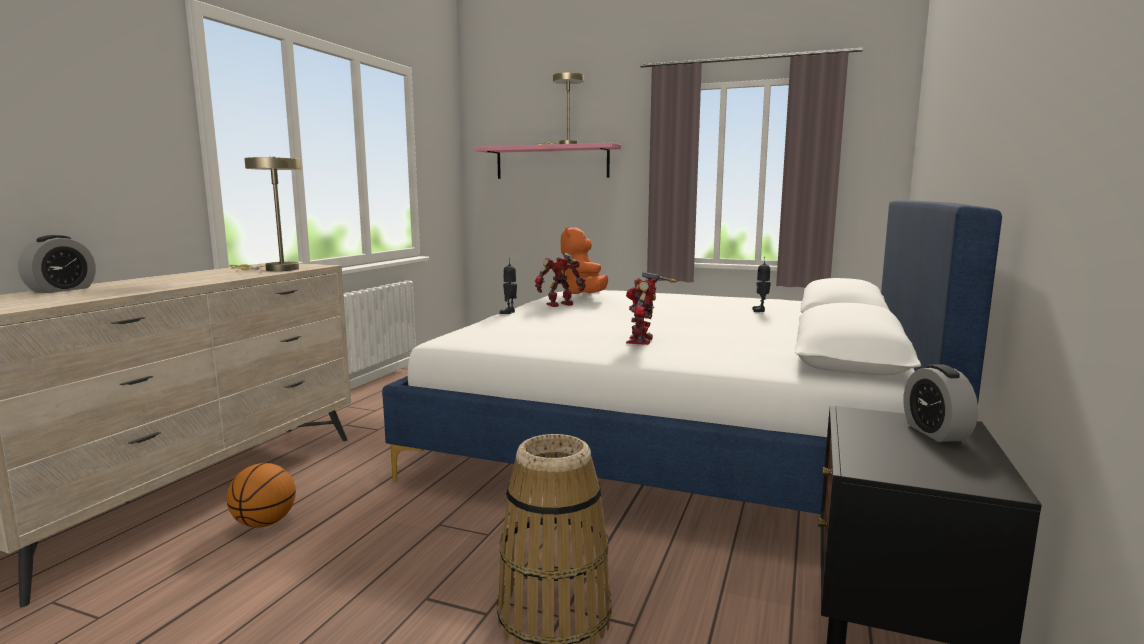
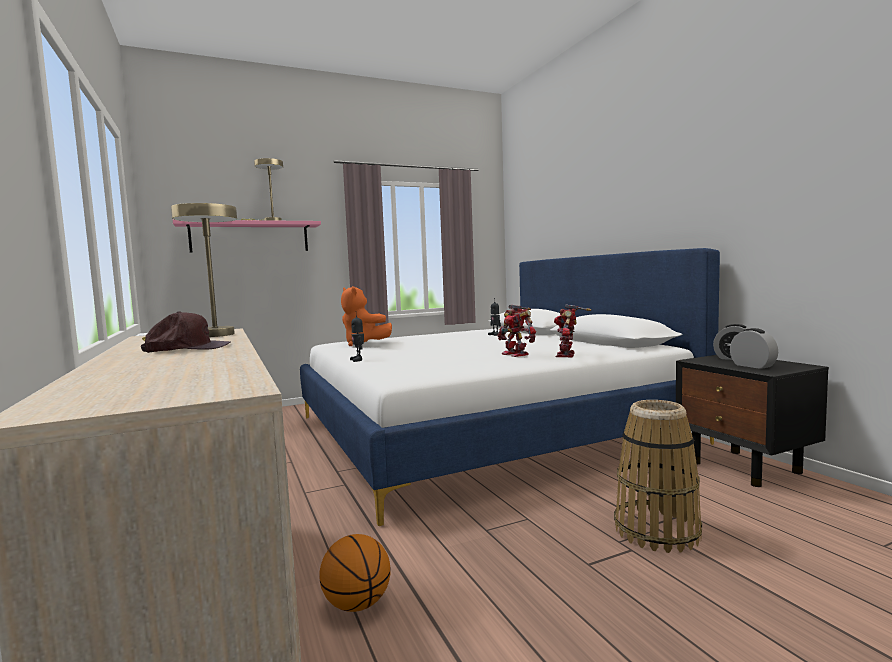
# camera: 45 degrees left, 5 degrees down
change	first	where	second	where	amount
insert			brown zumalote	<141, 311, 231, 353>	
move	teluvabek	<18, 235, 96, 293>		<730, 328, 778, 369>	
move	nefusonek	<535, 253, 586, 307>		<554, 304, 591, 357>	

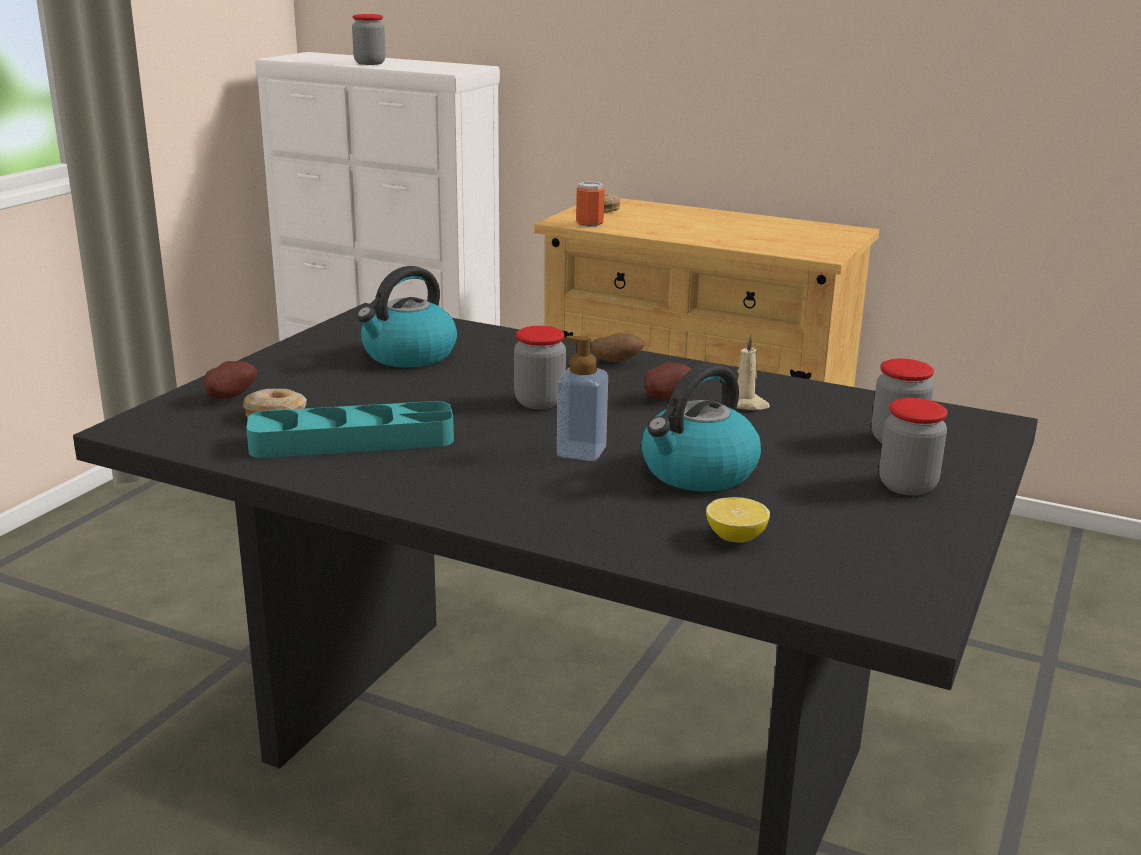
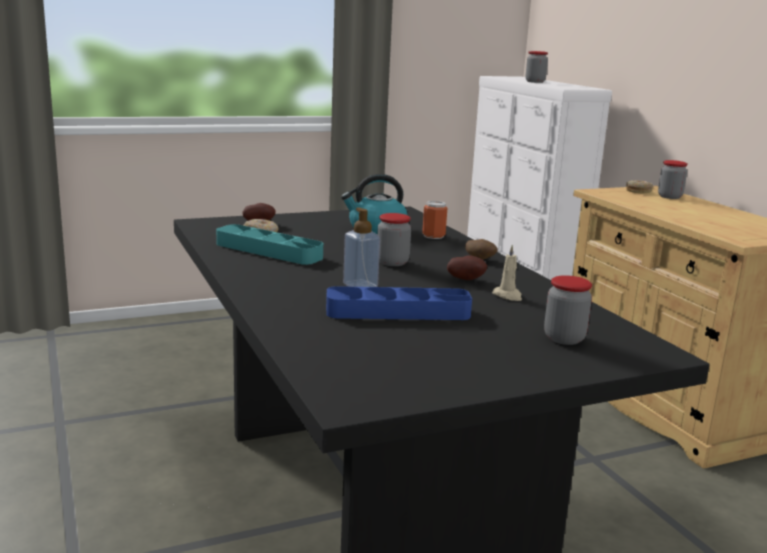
# camera: 40 degrees right, 5 degrees down
change	first	where	second	where	amount
delete	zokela	<706, 497, 770, 543>			
move	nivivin	<576, 182, 604, 227>		<422, 201, 447, 239>	
move	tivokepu	<879, 398, 948, 496>		<658, 160, 688, 199>	
replace	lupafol	<641, 363, 761, 491>	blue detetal	<326, 286, 472, 320>	

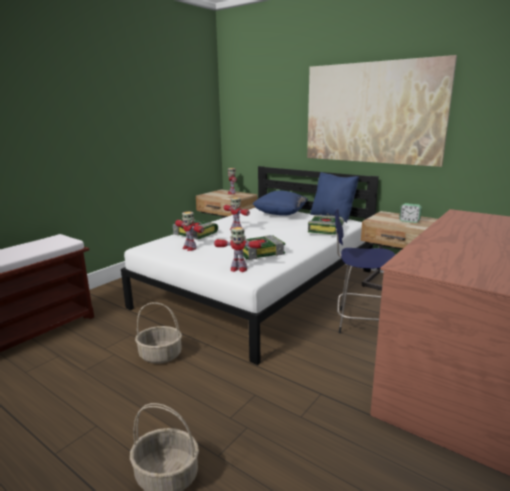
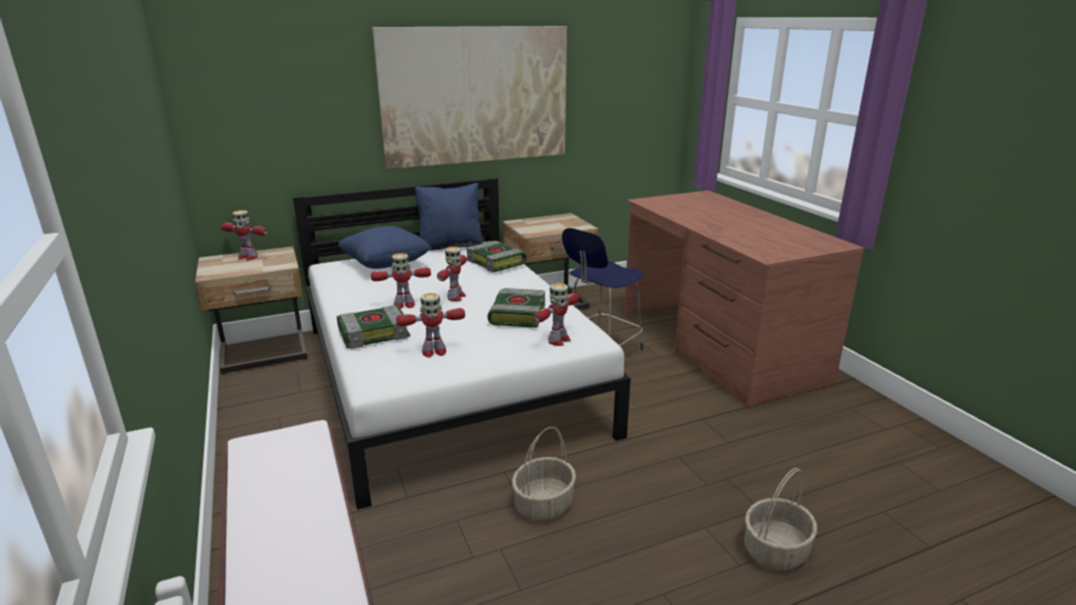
# camera: 60 degrees left, 5 degrees up
change	first	where	second	where	amount
delete	teluvabek	<399, 203, 422, 223>			
insert			nefusonek	<437, 247, 467, 301>	

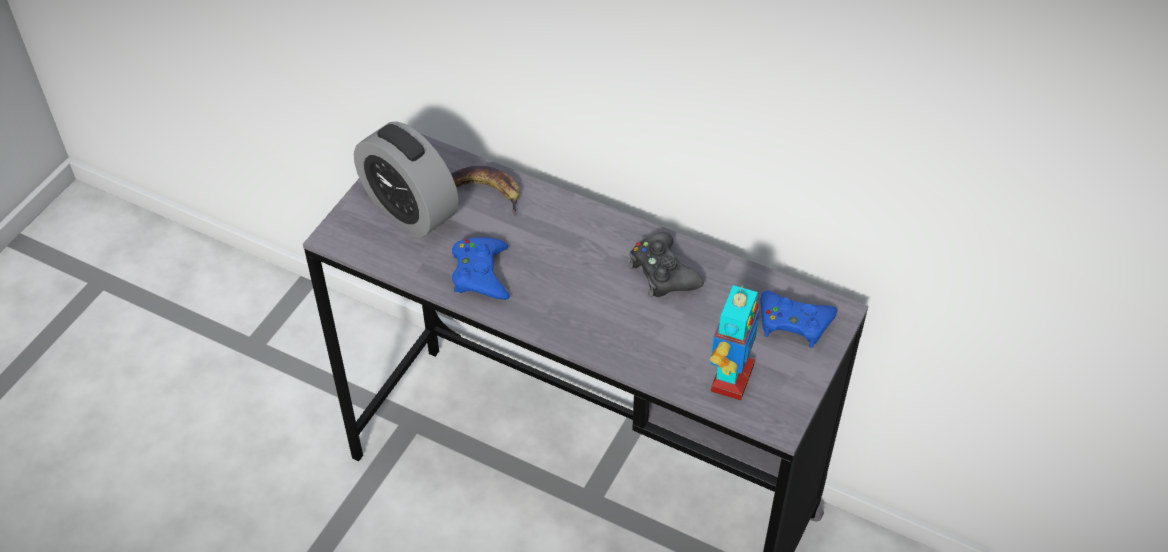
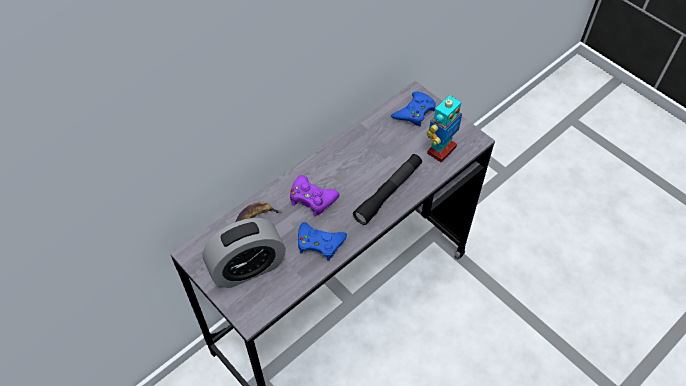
# camera: 70 degrees left, 5 degrees up
change	first	where	second	where	amount
delete	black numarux	<628, 232, 704, 297>			
insert			purple numarux	<290, 175, 339, 216>	
insert			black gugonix	<353, 154, 422, 225>	
rotate	nefusonek	<710, 285, 760, 401>		<427, 95, 462, 162>	90 degrees clockwise

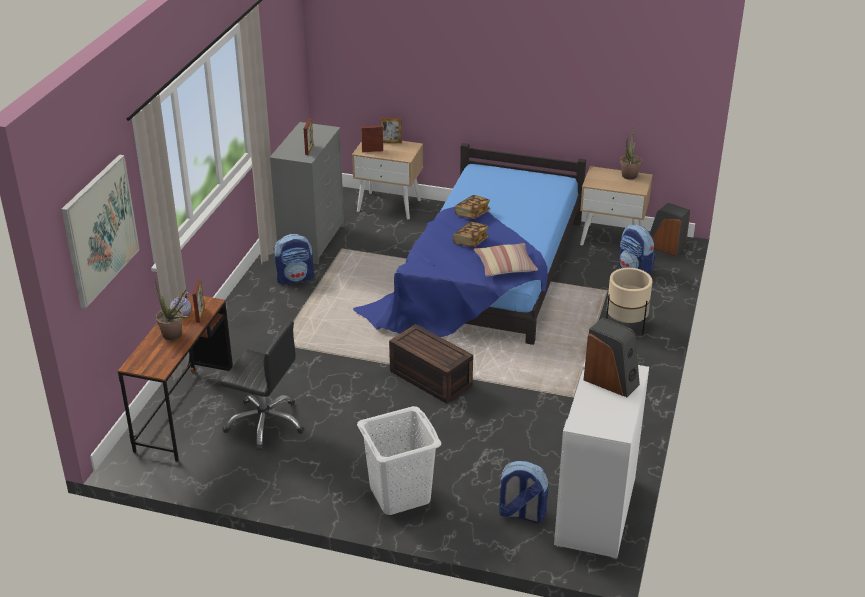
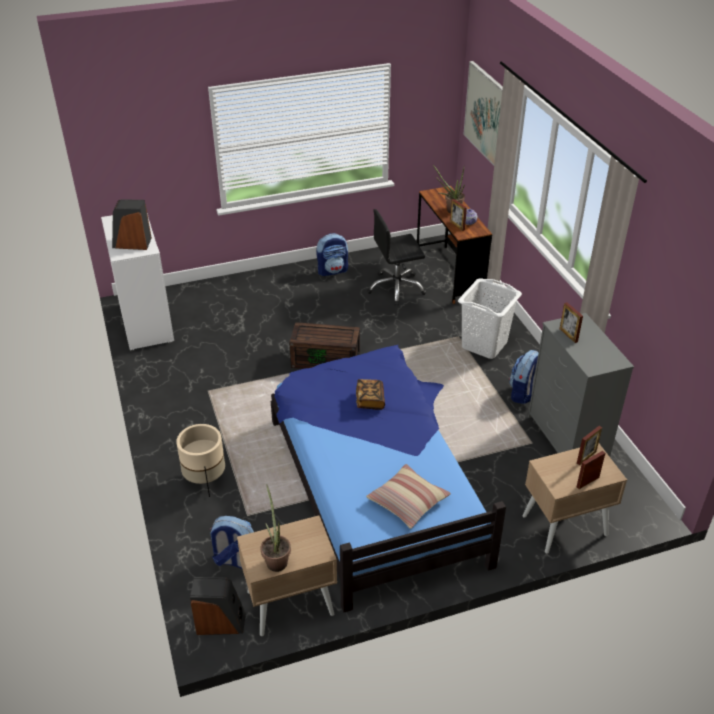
# camera: 145 degrees right, 5 degrees up
change	first	where	second	where	amount
delete	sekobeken	<455, 195, 490, 219>			
move	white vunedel	<357, 406, 441, 515>		<458, 279, 522, 359>	
move	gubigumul	<474, 243, 538, 276>		<366, 464, 451, 529>	
move	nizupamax	<499, 461, 548, 523>		<316, 233, 348, 276>	

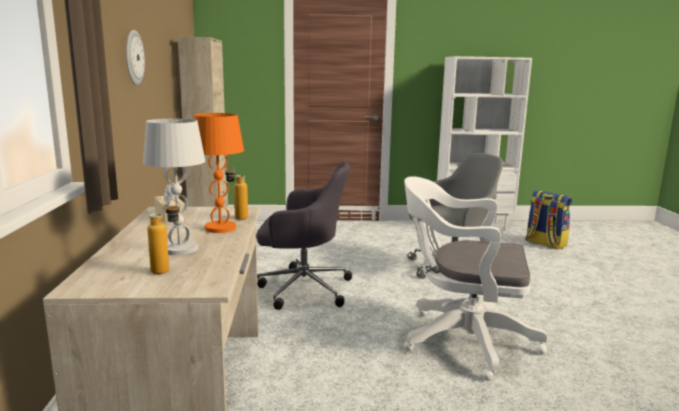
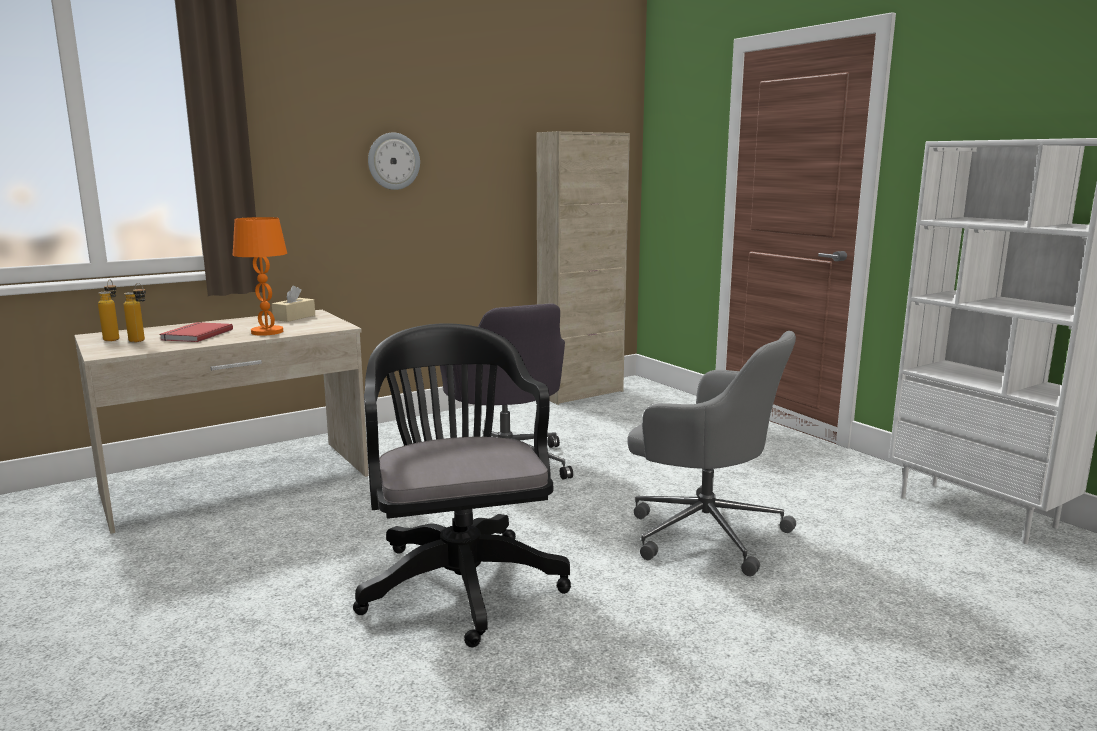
# camera: 60 degrees right, 0 degrees up
change	first	where	second	where	amount
delete	nizupamax	<525, 190, 572, 249>			
move	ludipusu	<225, 165, 248, 220>		<98, 279, 119, 341>	
replace	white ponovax	<143, 119, 205, 255>	red sekobeken	<159, 322, 233, 342>	
recolor	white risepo	<404, 176, 547, 381>	black risepo	<353, 323, 571, 647>	

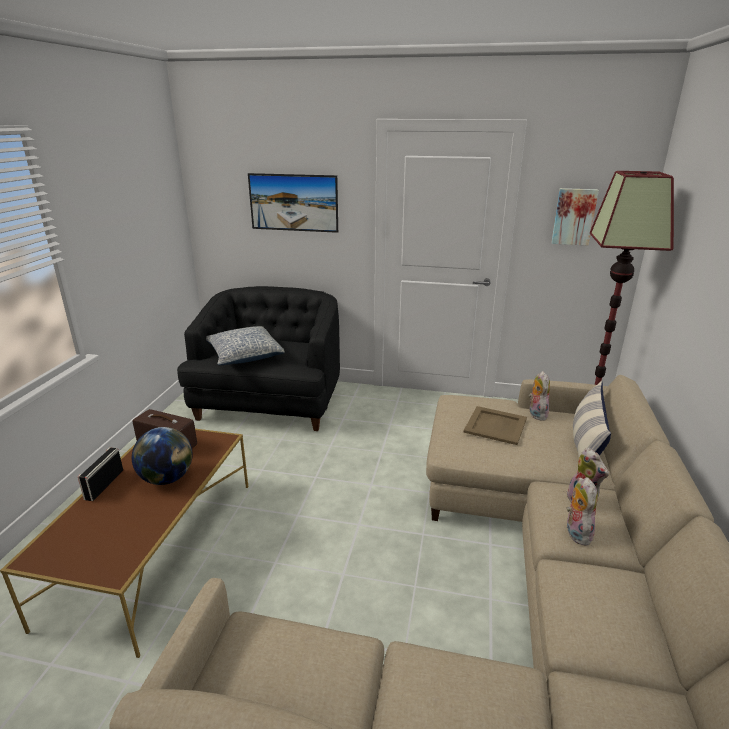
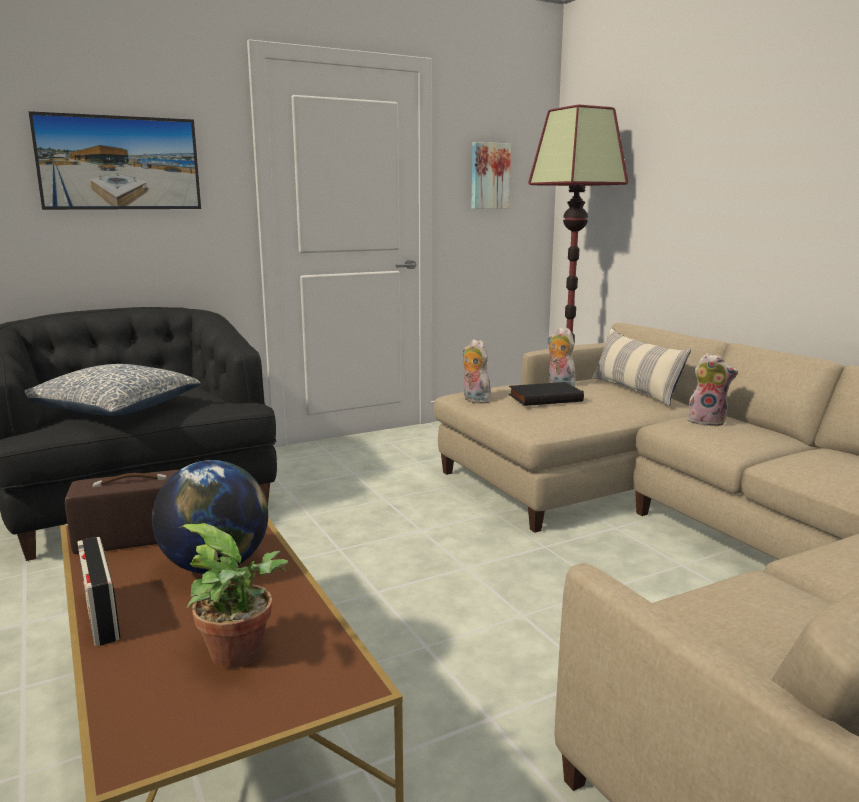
# camera: 40 degrees left, 10 degrees down
change	first	where	second	where	amount
insert			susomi	<179, 523, 288, 669>	
move	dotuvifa	<566, 477, 598, 546>		<462, 339, 491, 404>	
replace	beige detetal	<464, 406, 527, 445>	black sekobeken	<509, 382, 584, 406>	

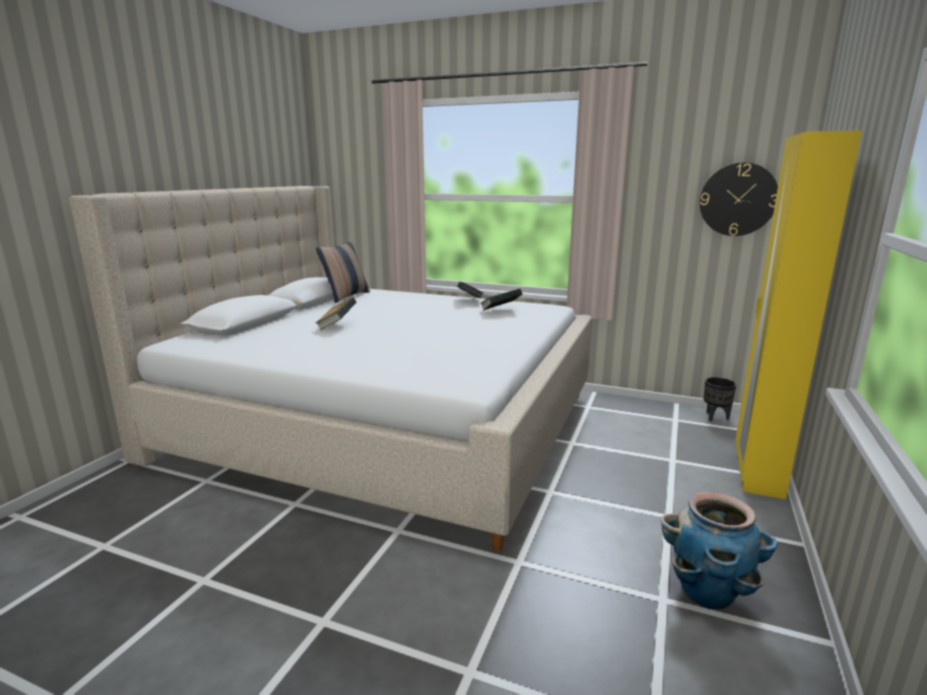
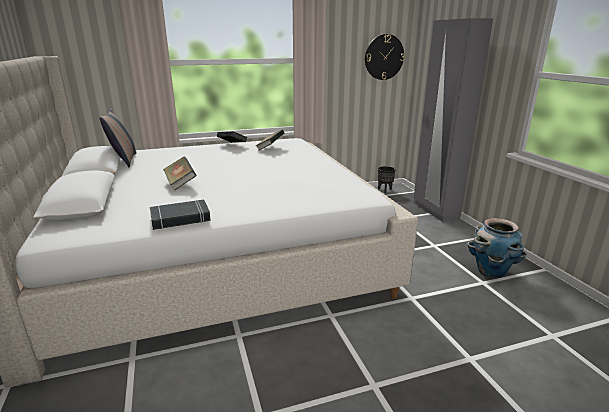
# camera: 40 degrees left, 5 degrees up
change	first	where	second	where	amount
insert			black sekobeken	<150, 200, 211, 230>	
recolor	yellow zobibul	<735, 130, 862, 499>	grey zobibul	<414, 18, 493, 222>	

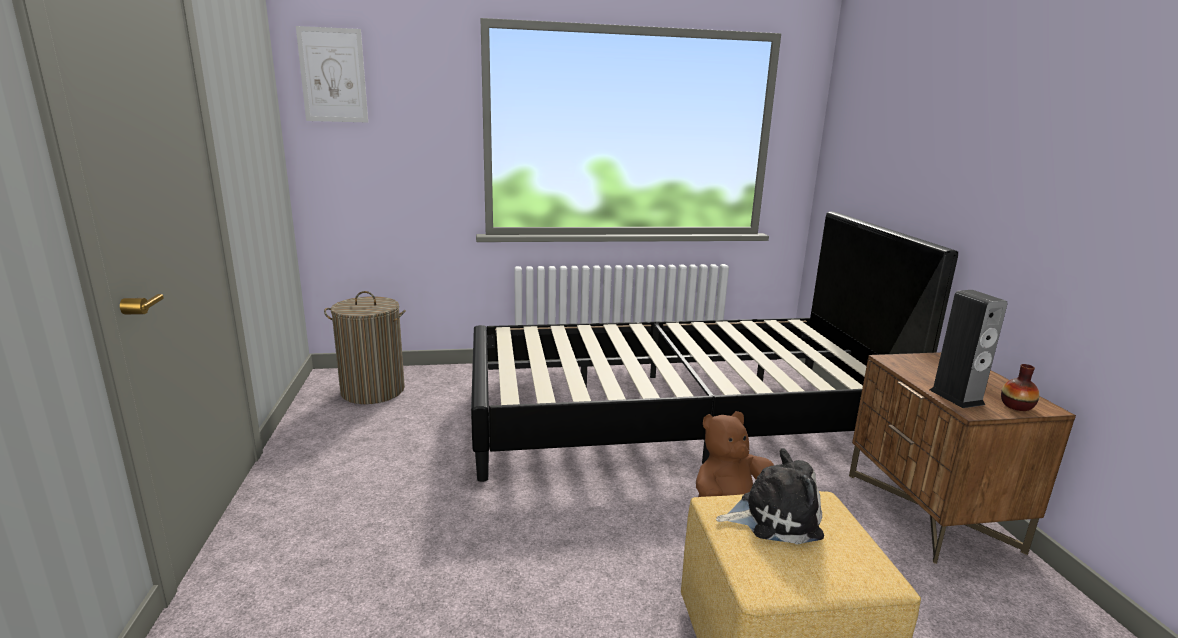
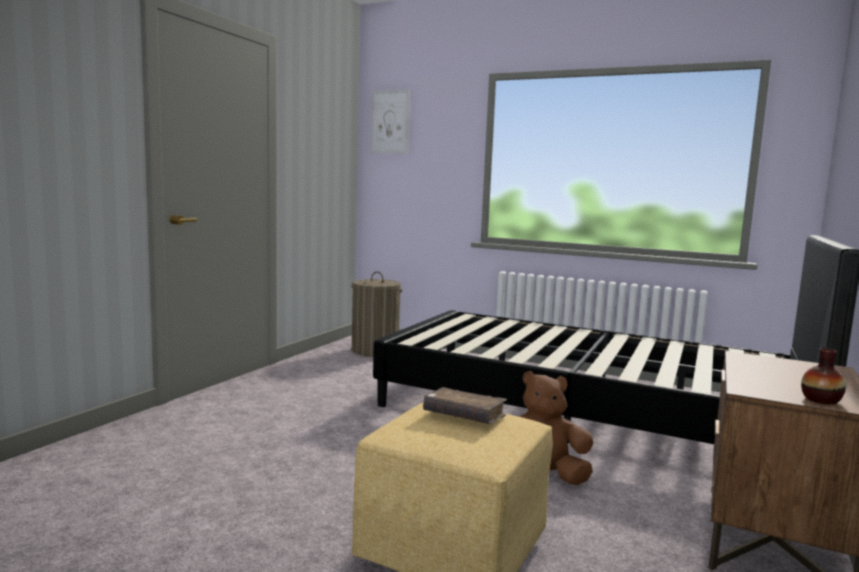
# camera: 35 degrees right, 10 degrees down
change	first	where	second	where	amount
delete	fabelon	<930, 290, 1008, 408>			
replace	dotuvifa	<716, 448, 824, 545>	brown sekobeken	<423, 387, 507, 424>	

